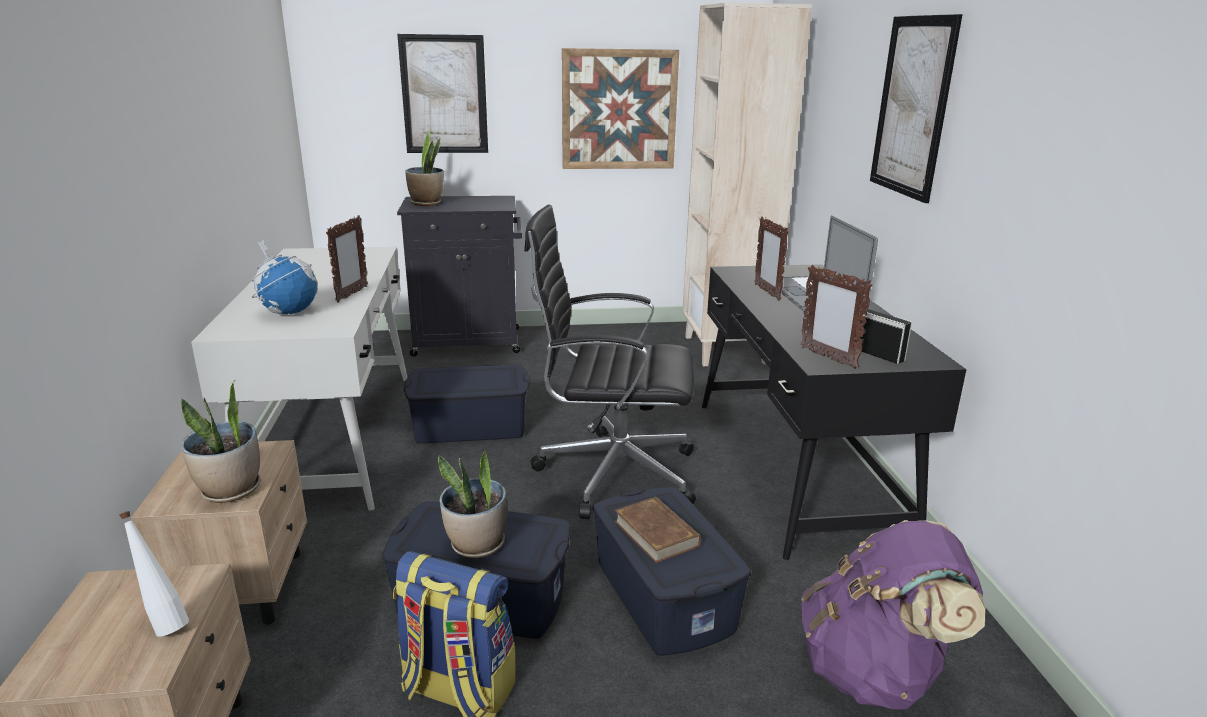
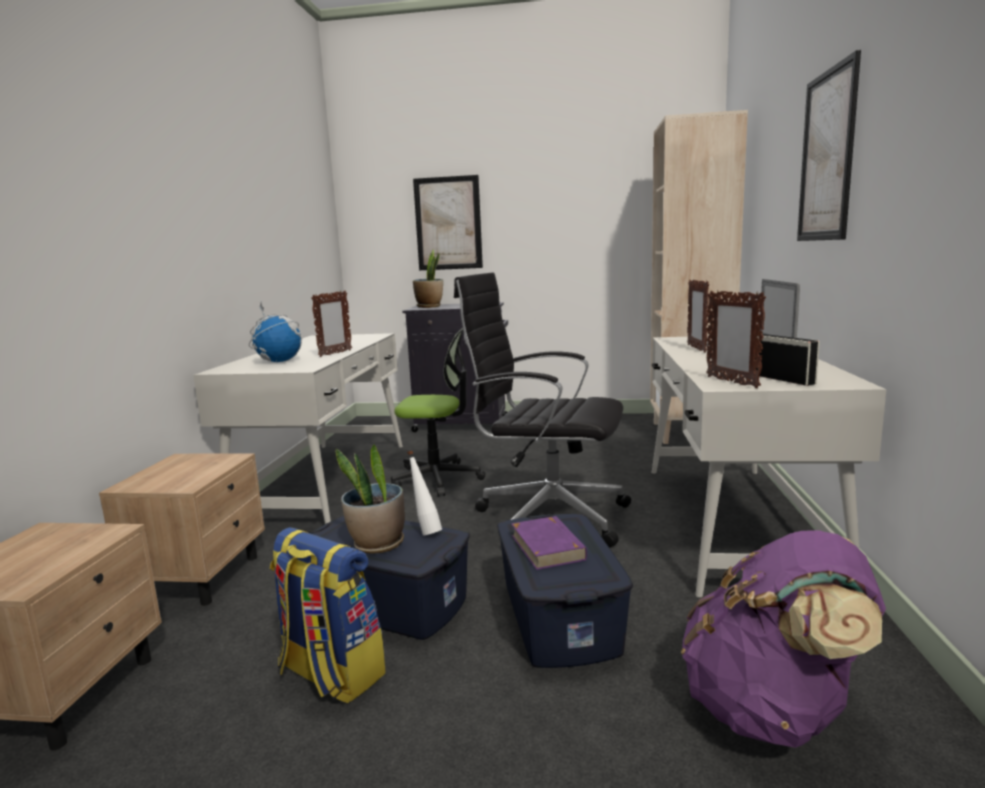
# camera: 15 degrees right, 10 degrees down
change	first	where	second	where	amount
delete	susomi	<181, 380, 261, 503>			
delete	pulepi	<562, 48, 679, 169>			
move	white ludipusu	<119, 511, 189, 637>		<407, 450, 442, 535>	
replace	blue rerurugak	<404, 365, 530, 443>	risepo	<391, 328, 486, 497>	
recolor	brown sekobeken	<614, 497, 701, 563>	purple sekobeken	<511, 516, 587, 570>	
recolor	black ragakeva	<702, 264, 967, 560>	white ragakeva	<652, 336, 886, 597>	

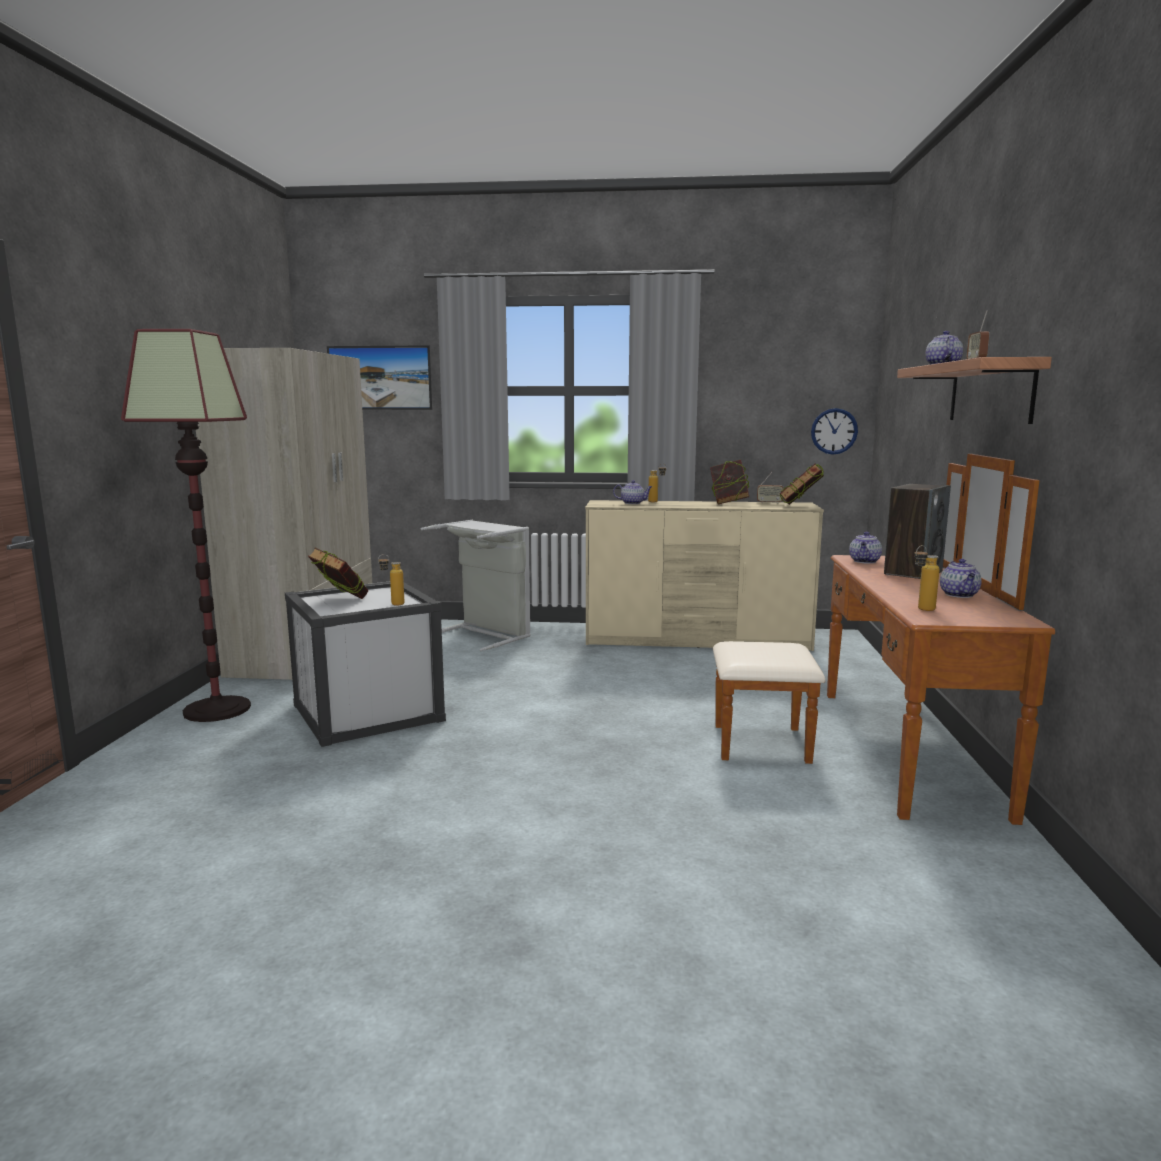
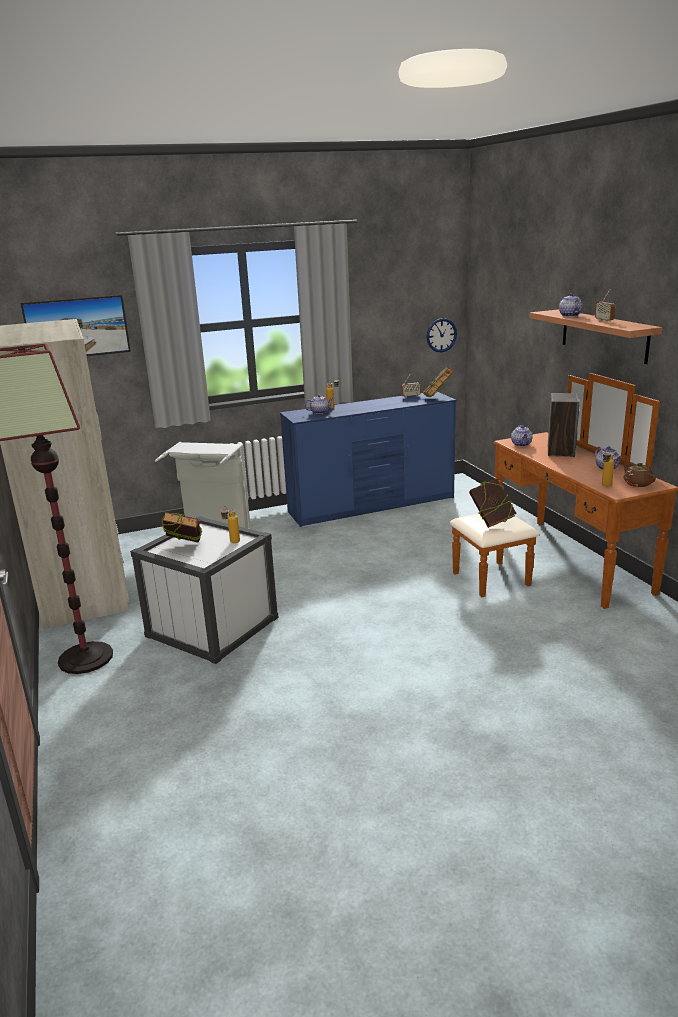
# camera: 25 degrees left, 10 degrees up
change	first	where	second	where	amount
insert			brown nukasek	<622, 461, 656, 487>	
move	sekobeken	<710, 460, 750, 504>		<469, 479, 517, 528>	
recolor	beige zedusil	<585, 500, 824, 651>	blue zedusil	<280, 392, 456, 527>	

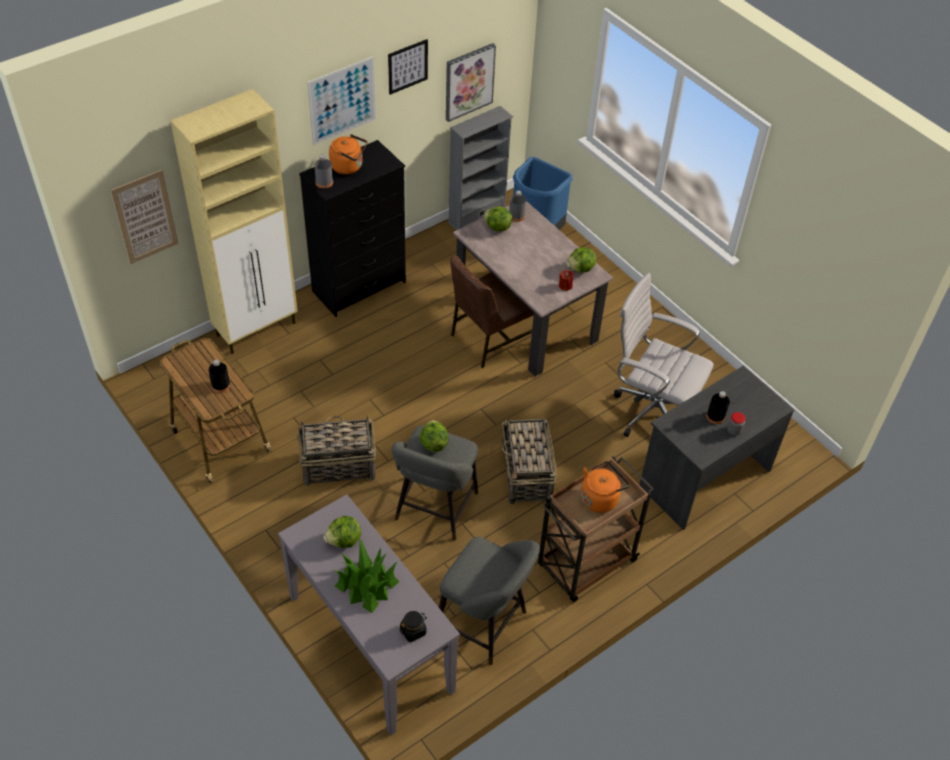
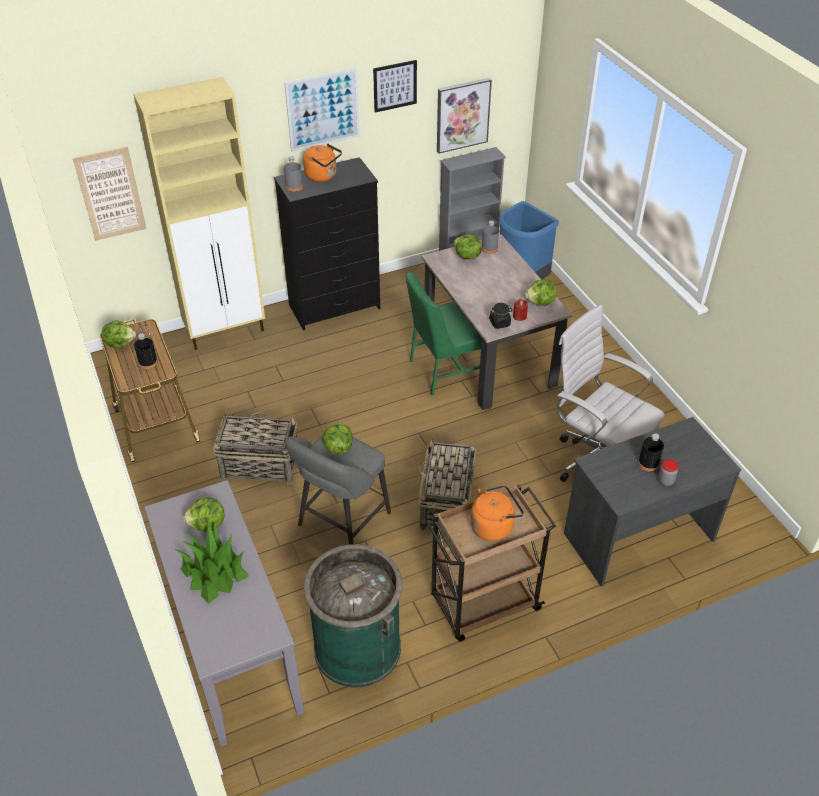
# camera: 15 degrees right, 5 degrees down
change	first	where	second	where	amount
insert			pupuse	<101, 320, 136, 348>	
move	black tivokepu	<400, 611, 427, 642>		<489, 303, 513, 329>	
replace	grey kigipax	<439, 537, 540, 665>	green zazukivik	<304, 544, 402, 688>	
recolor	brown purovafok	<450, 255, 534, 368>	green purovafok	<406, 272, 482, 395>	

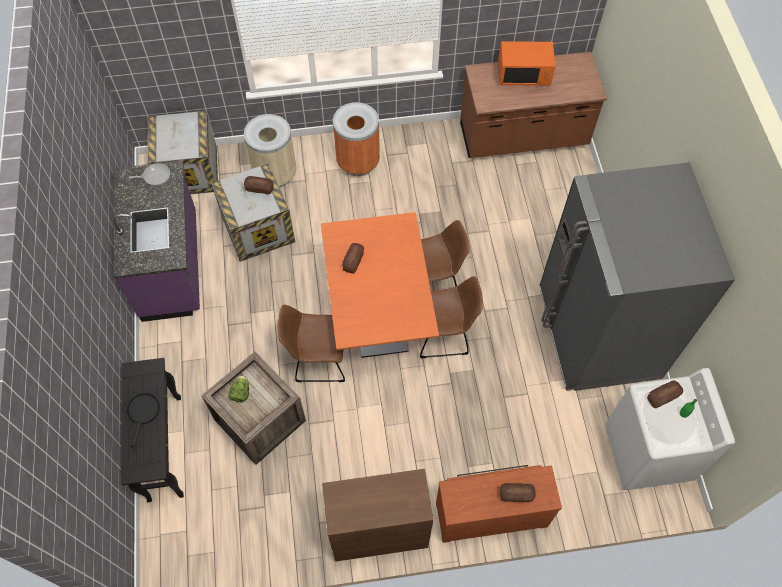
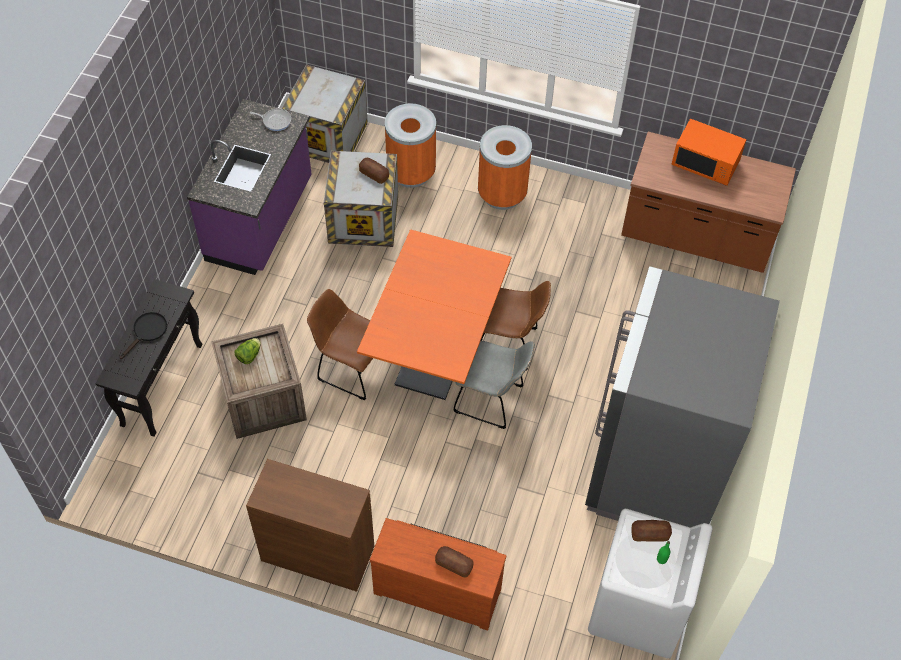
# camera: 25 degrees right, 5 degrees down
change	first	where	second	where	amount
delete	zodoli	<342, 243, 364, 273>			
recolor	beige zazukivik	<244, 114, 297, 187>	orange zazukivik	<385, 103, 436, 188>	
recolor	brown purovafok	<420, 276, 483, 358>	grey purovafok	<453, 341, 535, 429>	

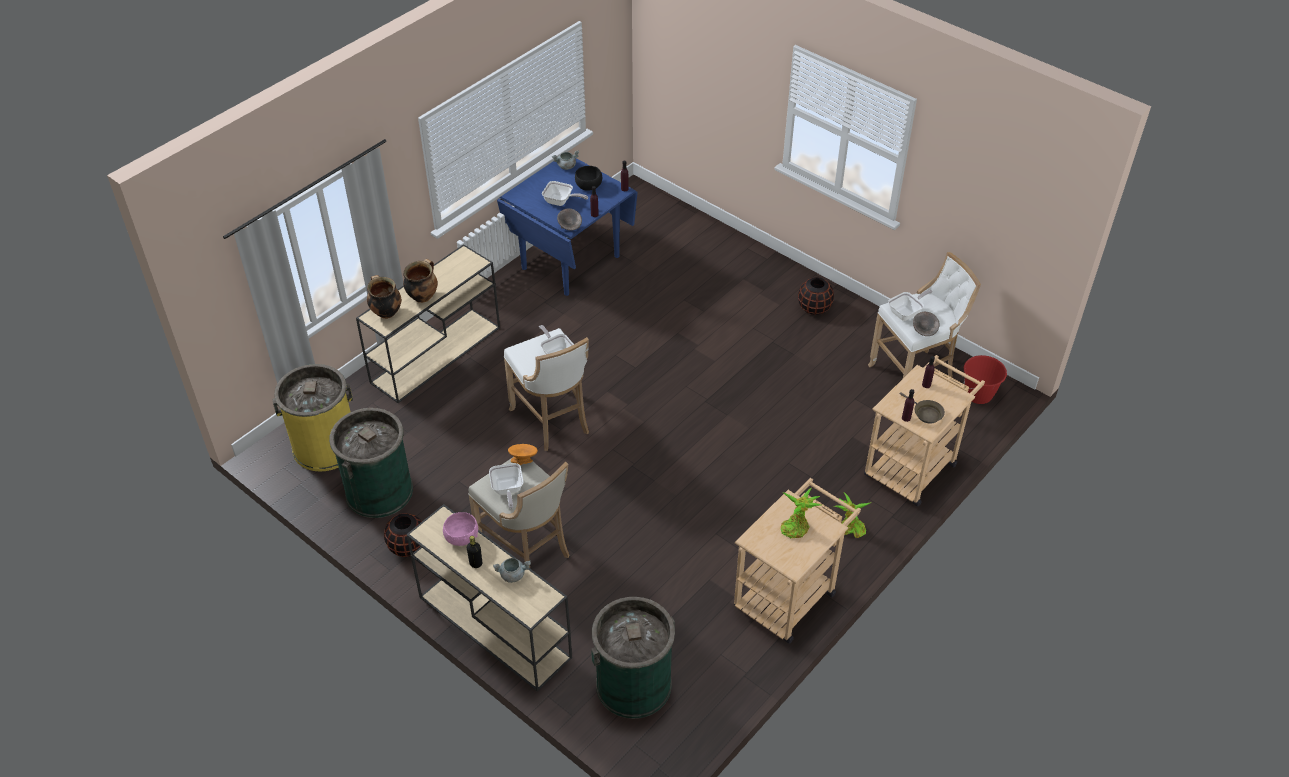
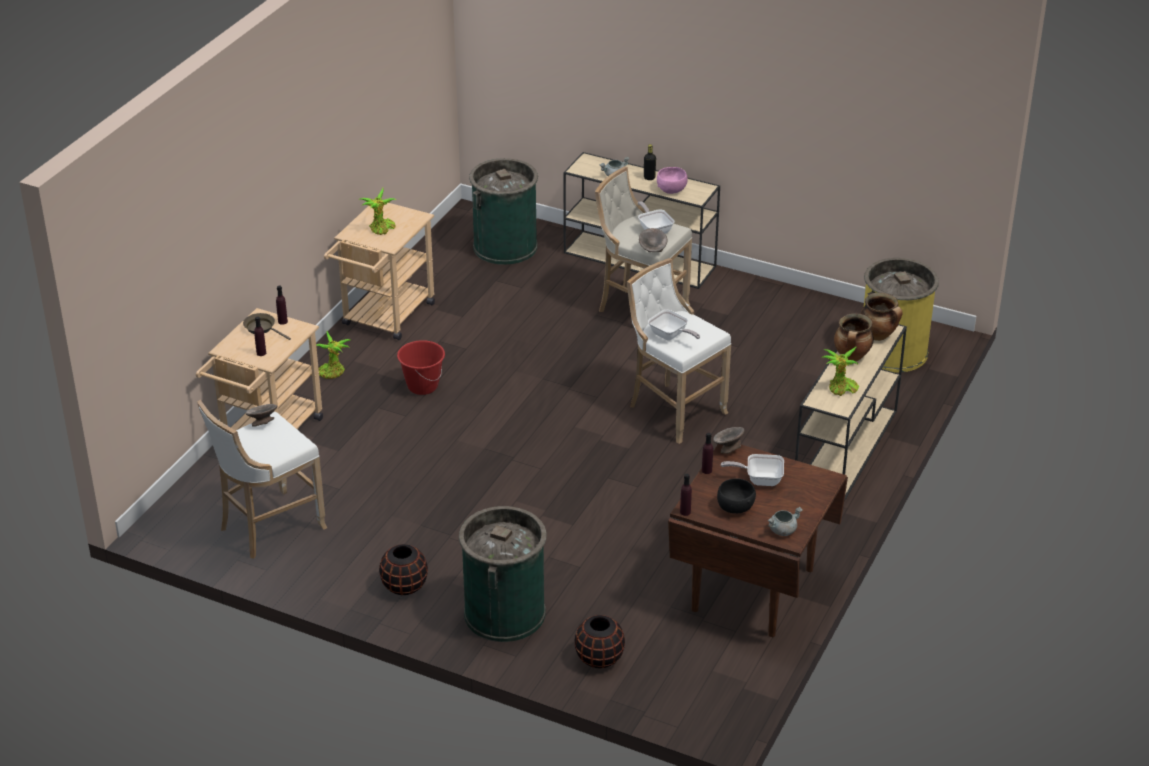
# camera: 165 degrees right, 10 degrees down
change	first	where	second	where	amount
delete	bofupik	<888, 289, 933, 321>			
insert			susomi	<823, 346, 859, 396>	
move	green zazukivik	<329, 408, 413, 518>		<459, 506, 546, 642>	
move	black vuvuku	<384, 513, 422, 557>		<575, 615, 625, 668>	
move	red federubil	<964, 355, 1007, 404>		<397, 340, 445, 395>	
recolor	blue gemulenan	<497, 158, 638, 296>	brown gemulenan	<668, 444, 848, 637>	
recolor	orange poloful	<508, 444, 538, 465>	grey poloful	<639, 228, 668, 252>	

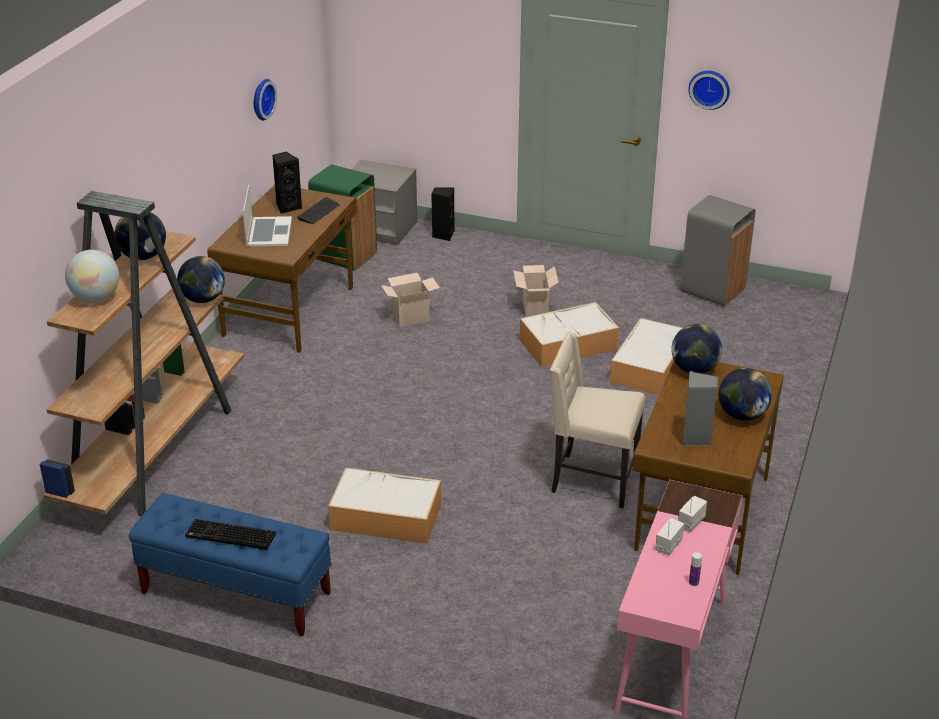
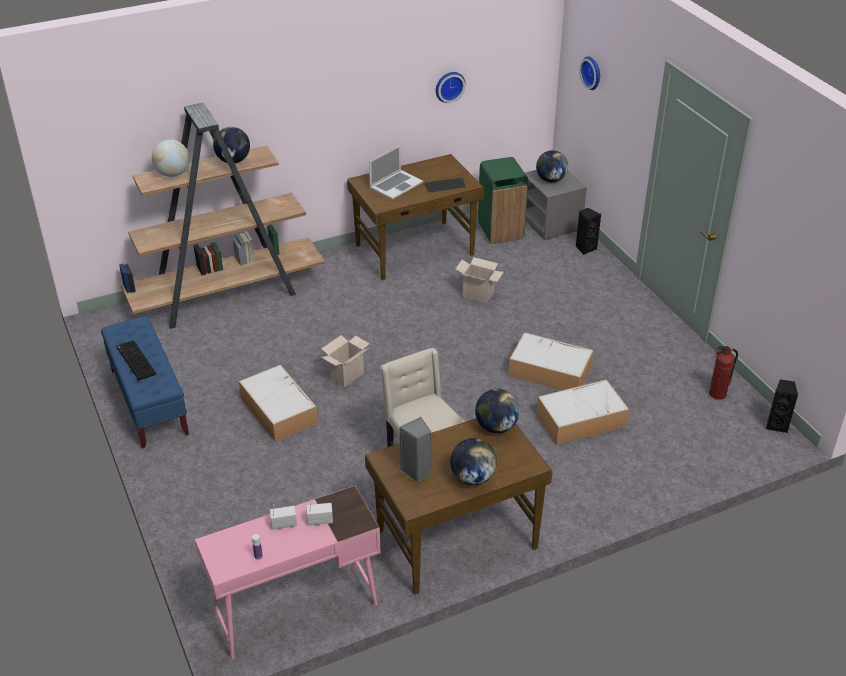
# camera: 45 degrees right, 5 degrees up
change	first	where	second	where	amount
move	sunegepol	<177, 256, 225, 303>		<536, 150, 568, 182>	
move	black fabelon	<272, 152, 302, 214>		<766, 379, 798, 433>	
move	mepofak	<513, 265, 559, 317>		<321, 335, 370, 387>	
move	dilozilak	<688, 71, 730, 110>		<579, 56, 600, 90>	
replace	grey zazukivik	<680, 195, 755, 306>	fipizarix	<709, 346, 738, 400>	

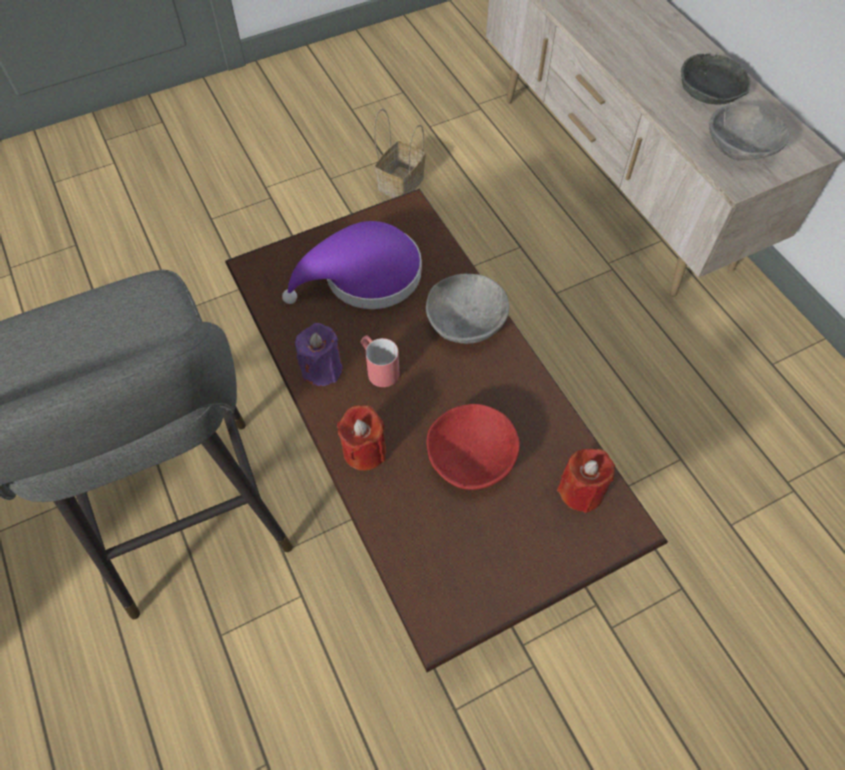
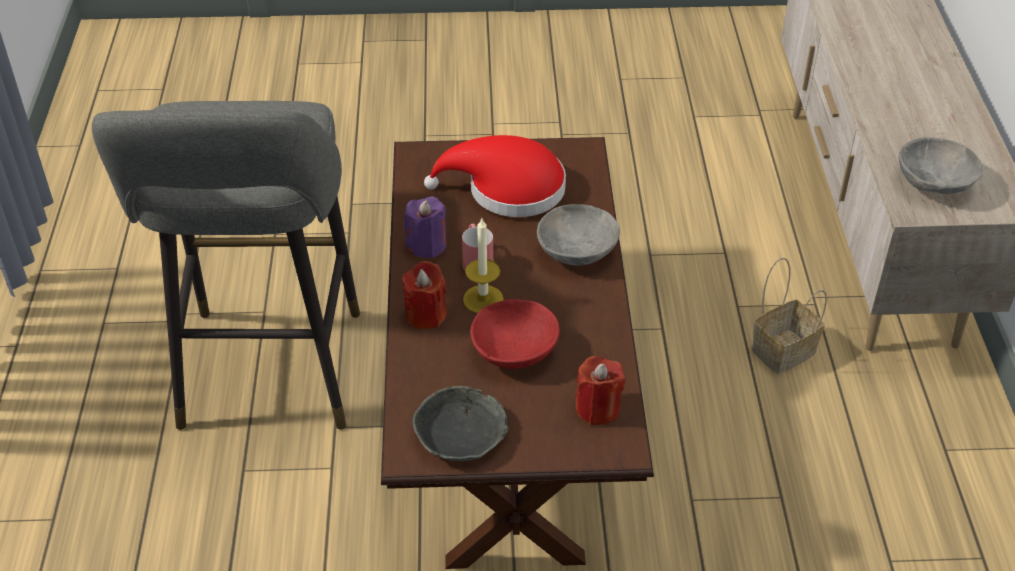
# camera: 25 degrees right, 15 degrees down
change	first	where	second	where	amount
insert			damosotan	<463, 217, 504, 313>	
move	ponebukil	<374, 109, 426, 198>		<752, 258, 827, 374>	
move	grey poloful	<681, 53, 751, 105>		<413, 386, 509, 461>	
recolor	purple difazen	<282, 221, 422, 309>	red difazen	<424, 135, 566, 217>	

